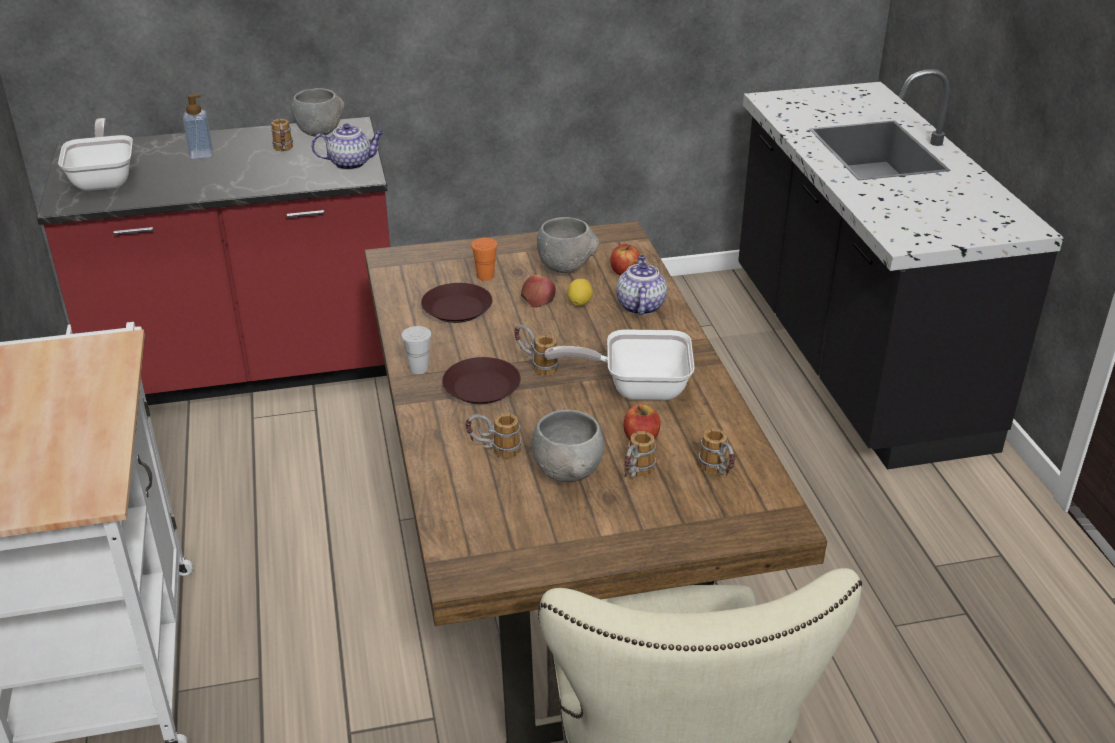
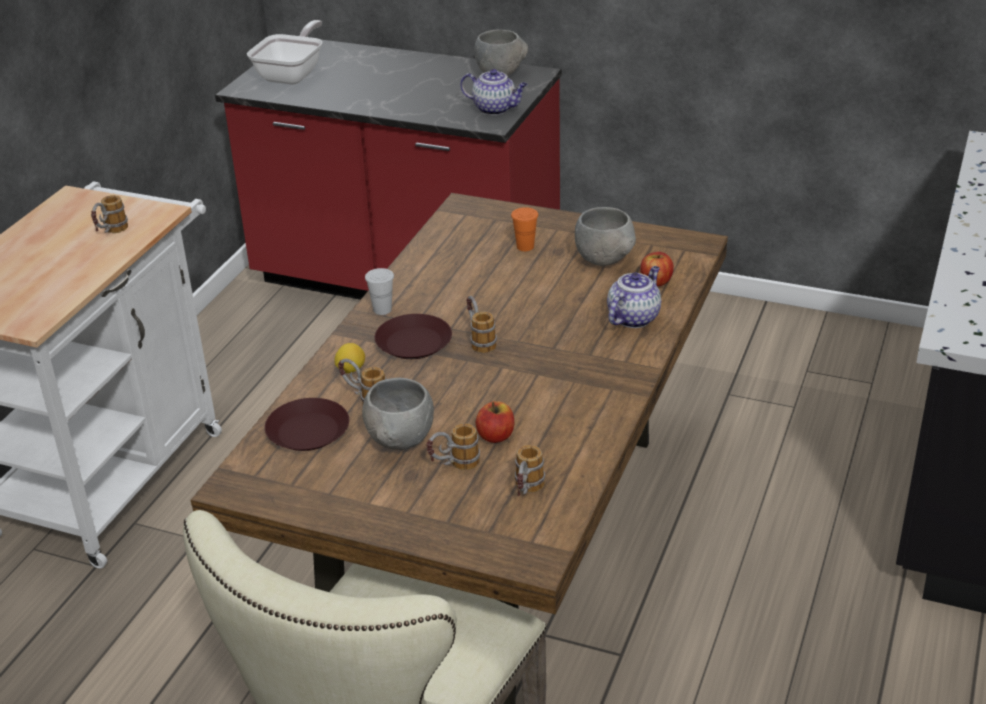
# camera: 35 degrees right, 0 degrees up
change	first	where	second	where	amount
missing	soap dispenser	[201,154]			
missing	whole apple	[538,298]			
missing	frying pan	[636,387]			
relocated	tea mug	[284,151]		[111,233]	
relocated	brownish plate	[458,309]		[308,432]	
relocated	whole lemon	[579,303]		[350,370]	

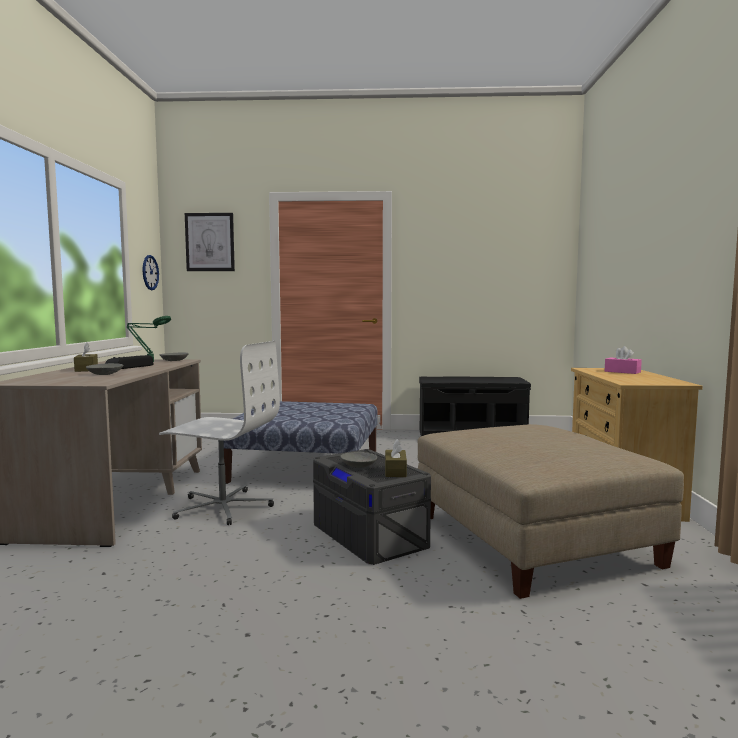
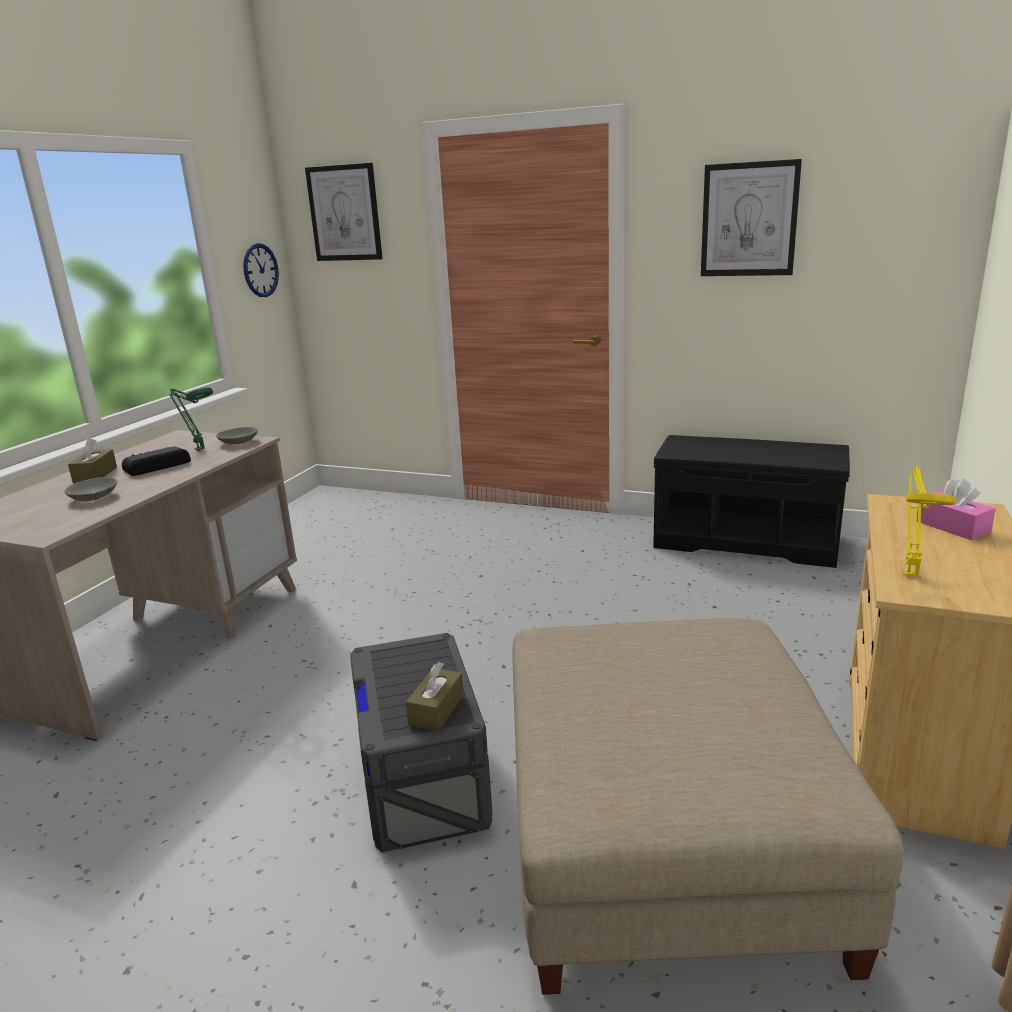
# camera: 20 degrees right, 15 degrees up
change	first	where	second	where	amount
missing	white office chair	[223,507]			
missing	pouffe	[305,467]			
missing	greyish deep dish	[359,465]			
appeared			picture	[749,220]	
appeared			yellow-coloured lamp for a table	[910,573]	

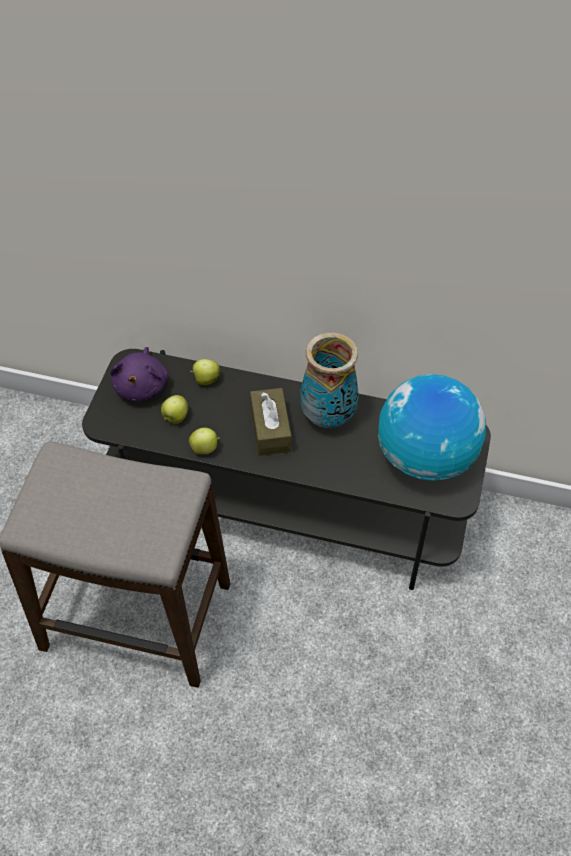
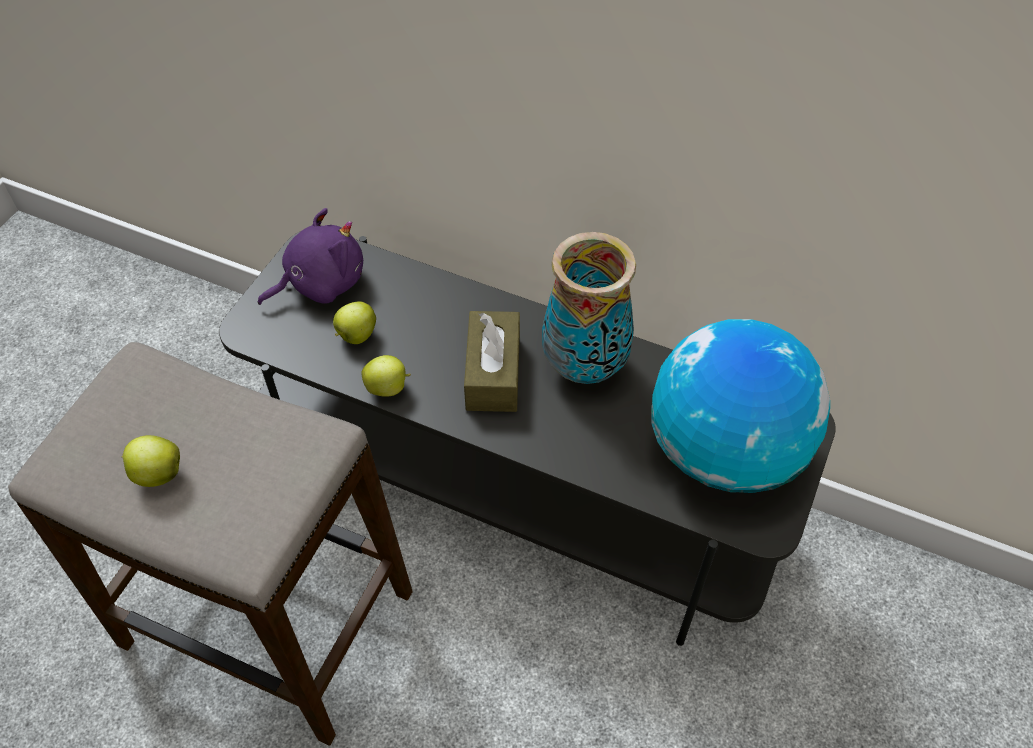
# camera: 10 degrees right, 0 degrees up
change	first	where	second	where	amount
relocated	whole apple	[205,380]		[157,474]	
spun	purple cuddly toy	[142,385]		[320,283]	135 degrees counterclockwise

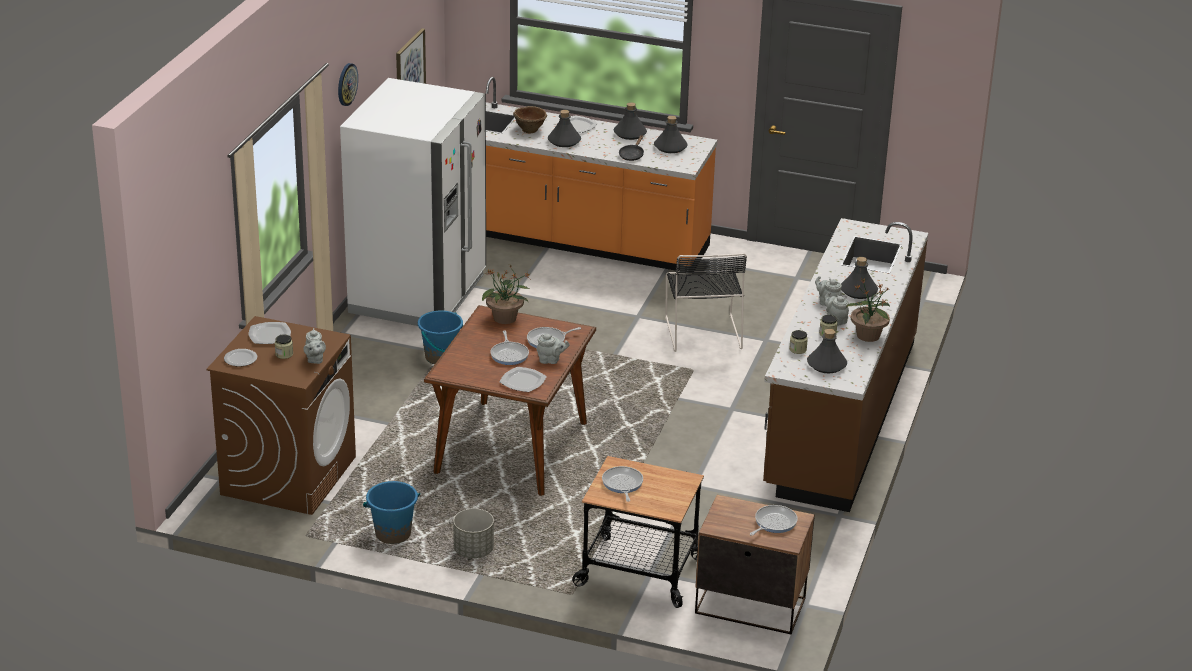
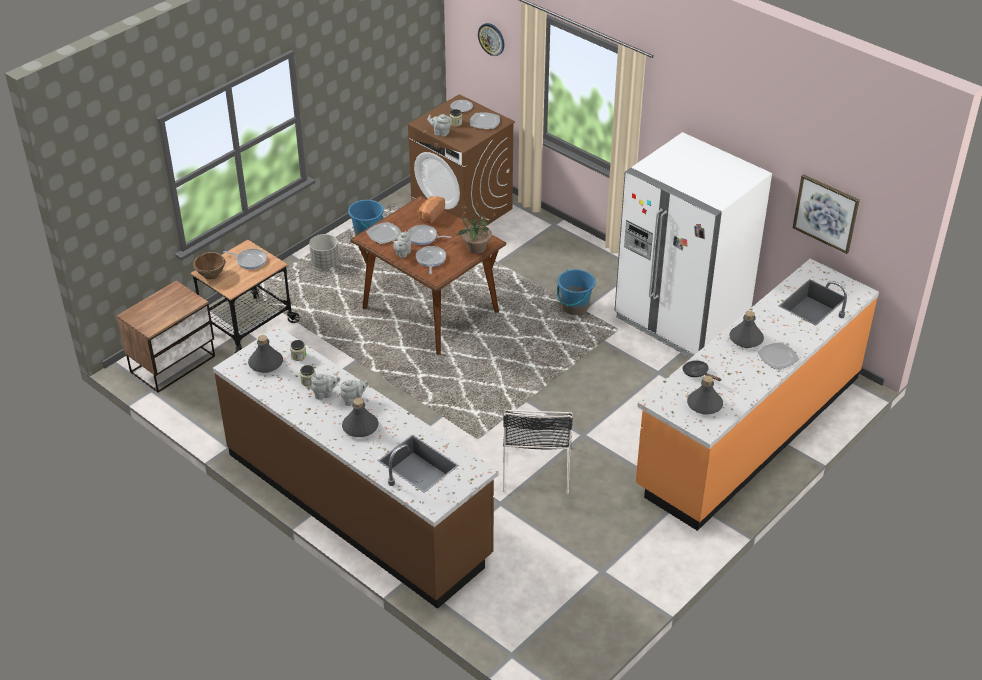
# camera: 115 degrees right, 10 degrees up
change	first	where	second	where	amount
missing	greyish bottle	[630,133]			
missing	frying pan	[773,523]			
missing	plant in a pot	[867,336]			
appeared			baked bread	[430,215]	
relocated	wall clock	[346,84]		[491,39]	
relocated	brownish deep dish	[530,129]		[211,275]	
spun	blackish chair	[703,331]		[536,467]	105 degrees counterclockwise

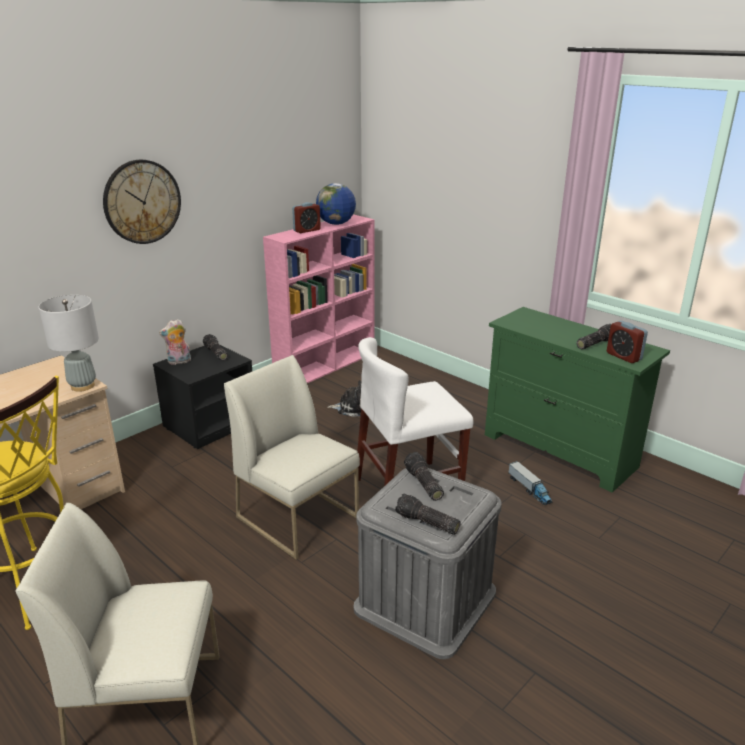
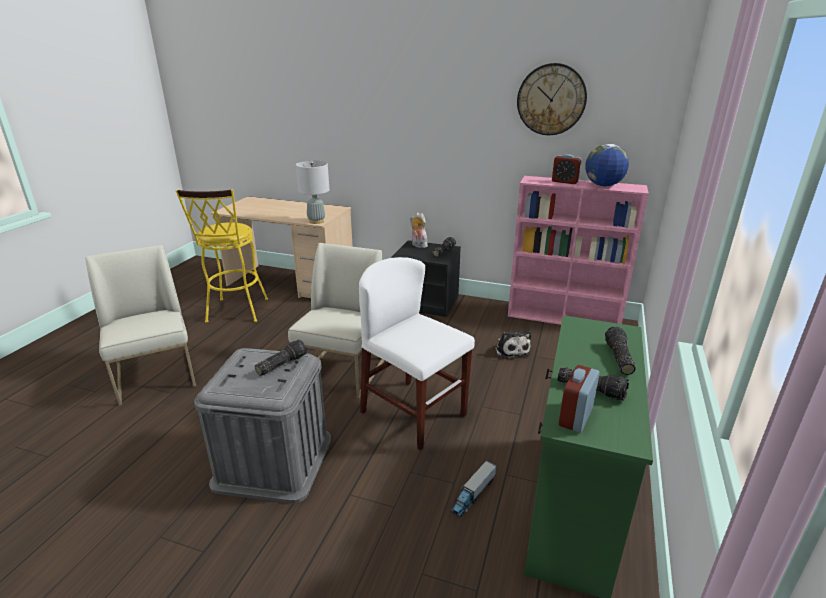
# camera: 65 degrees right, 0 degrees up
change	first	where	second	where	amount
relocated	wall clock	[142,202]		[551,99]	
relocated	hand torch	[426,523]		[617,358]	

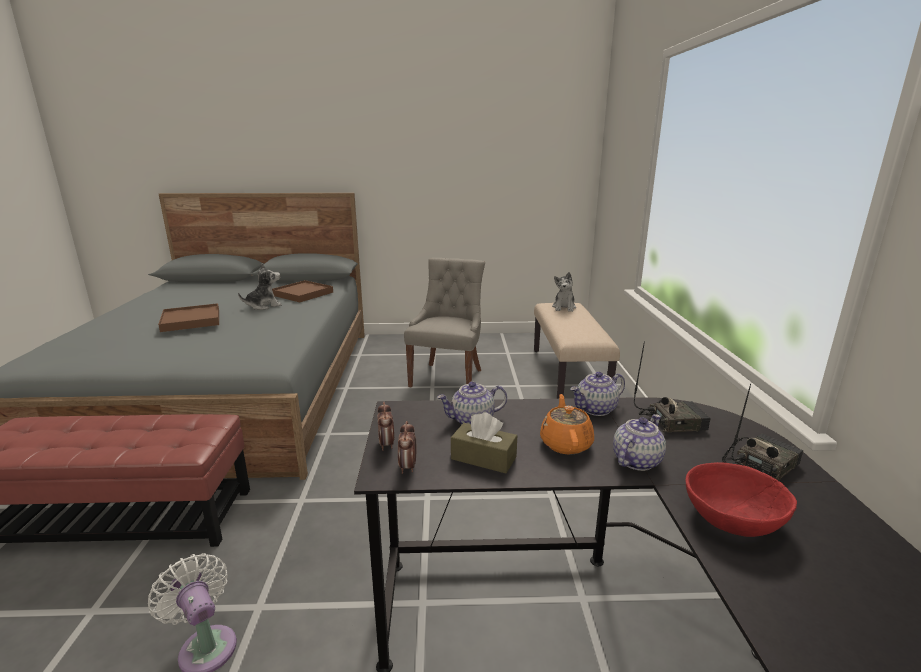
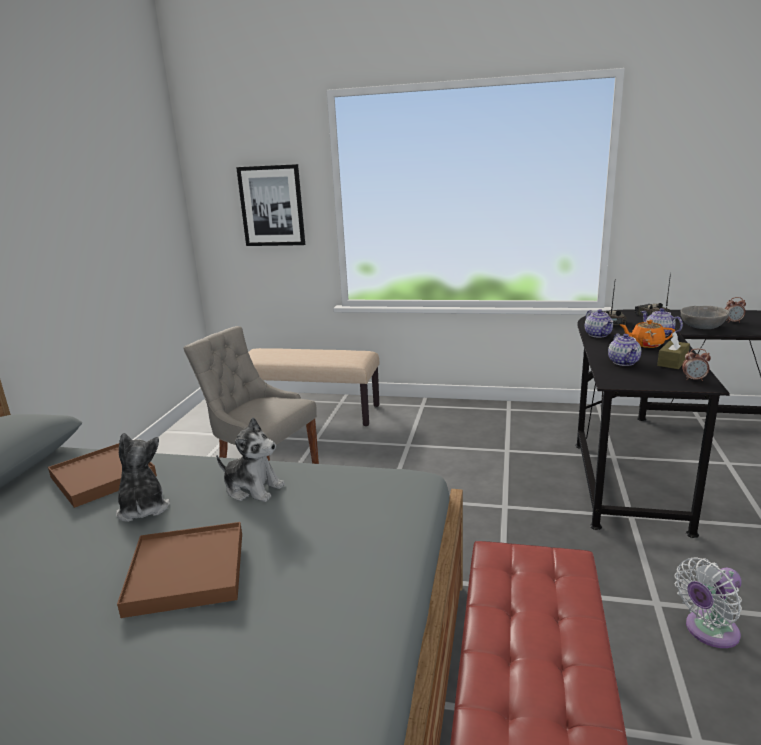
# camera: 75 degrees left, 0 degrees up
change	first	where	second	where	amount
appeared			picture	[272,206]	
relocated	bedside clock	[386,445]		[732,322]	
relocated	cuddly toy	[564,307]		[253,488]	
colour	red-coloured deep dish	[732,519]	greyish deep dish	[702,326]	

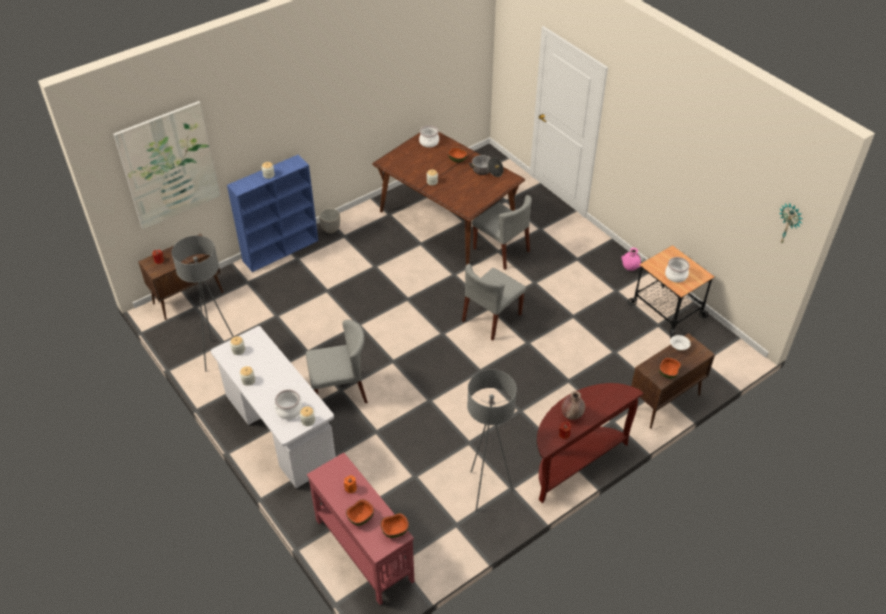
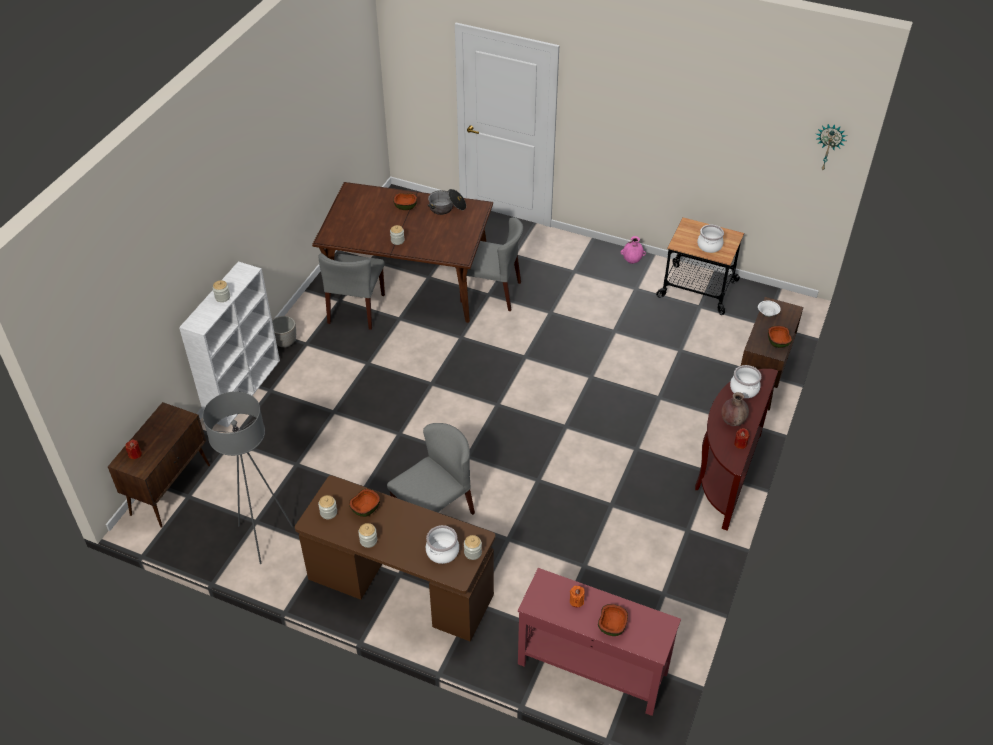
# camera: 30 degrees left, 0 degrees up
change	first	where	second	where	amount
missing	picture	[169,165]			
missing	greyish standing lamp	[486,490]			
relocated	deep dish	[395,530]		[365,508]	
relocated	cooking pot	[429,142]		[744,389]	
relocated	greyish chair	[491,318]		[356,309]	
colour	white desk unit	[279,430]	brownish desk unit	[400,588]	
colour	bluish shelving unit	[281,250]	white shelving unit	[243,388]	

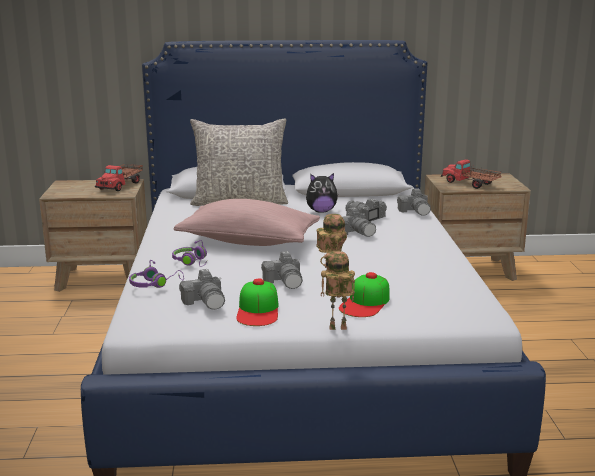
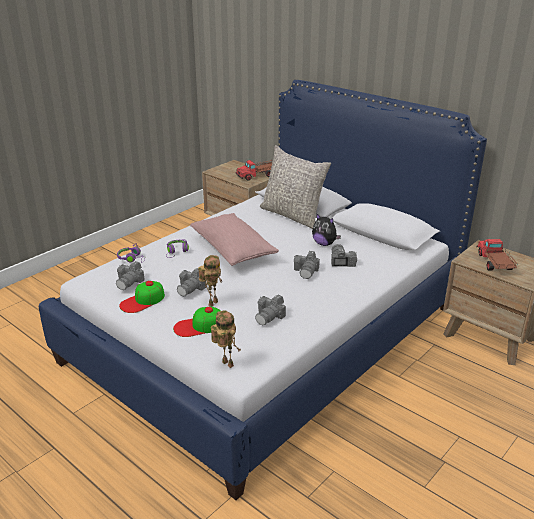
# camera: 45 degrees right, 10 degrees up
change	first	where	second	where	amount
relocated	robot figure	[336,329]		[225,364]	
relocated	still camera	[415,211]		[269,316]	

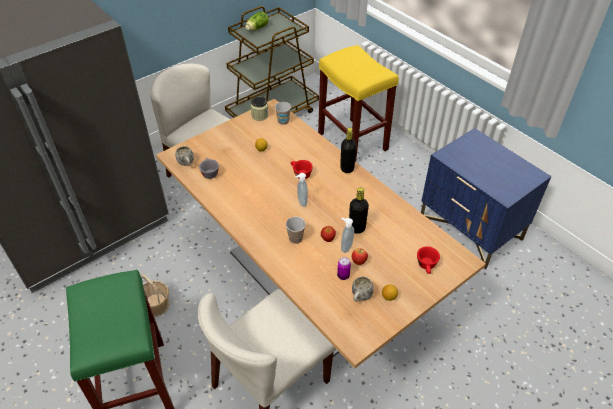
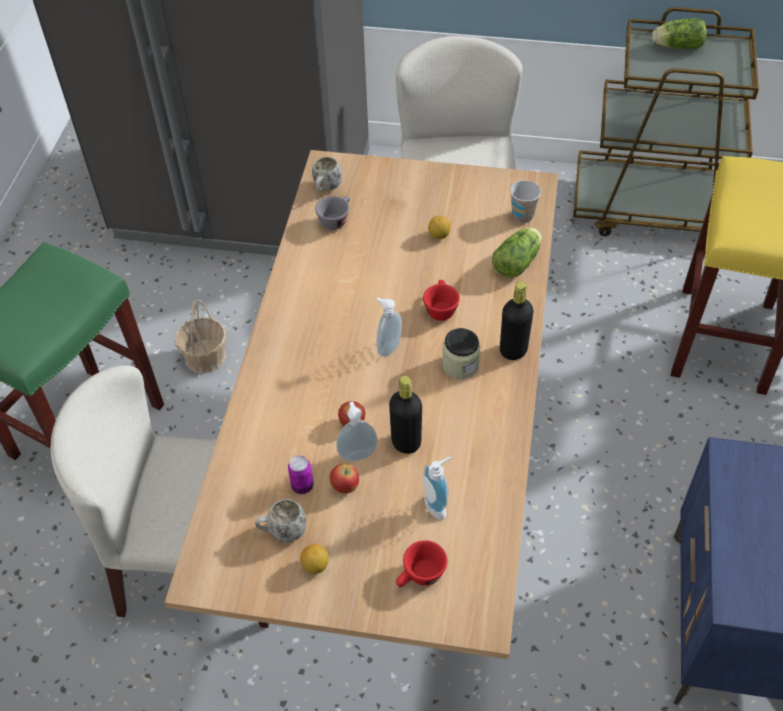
# camera: 50 degrees right, 5 degrees up
change	first	where	second	where	amount
missing	small cup	[295,238]			
appeared			soap dispenser	[438,505]	
appeared			lettuce	[518,261]	
relocated	storage jar	[260,115]		[460,365]	

